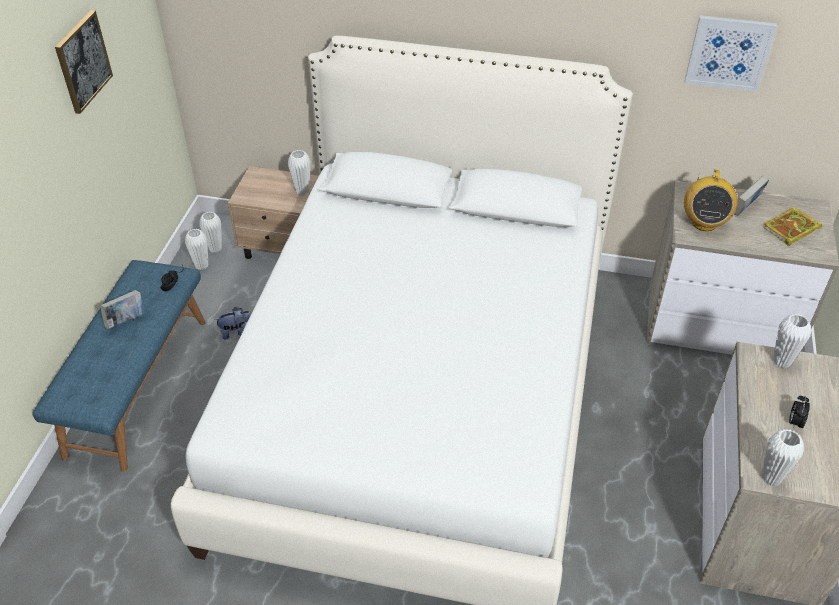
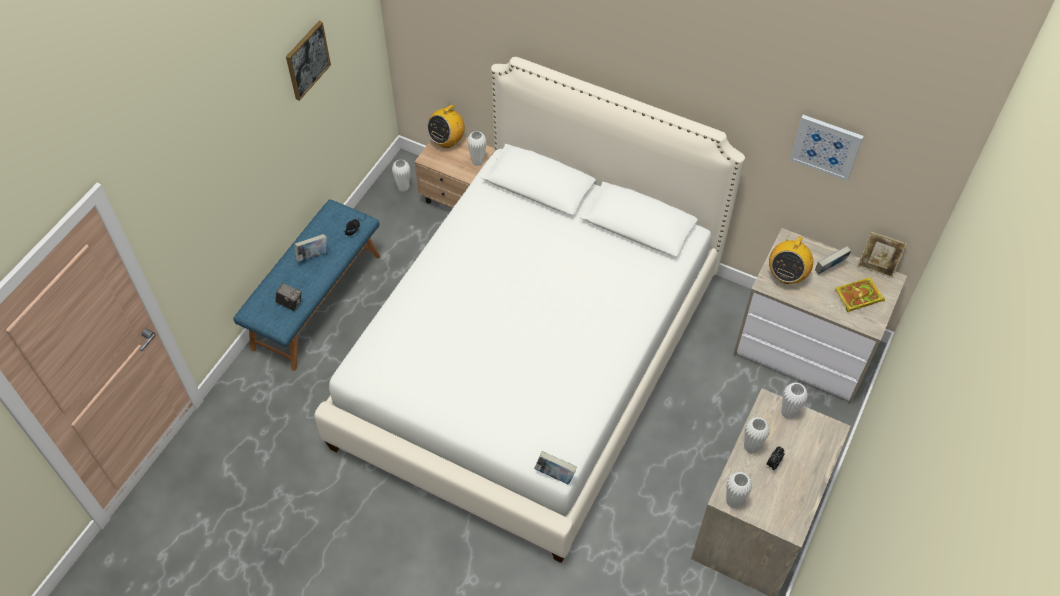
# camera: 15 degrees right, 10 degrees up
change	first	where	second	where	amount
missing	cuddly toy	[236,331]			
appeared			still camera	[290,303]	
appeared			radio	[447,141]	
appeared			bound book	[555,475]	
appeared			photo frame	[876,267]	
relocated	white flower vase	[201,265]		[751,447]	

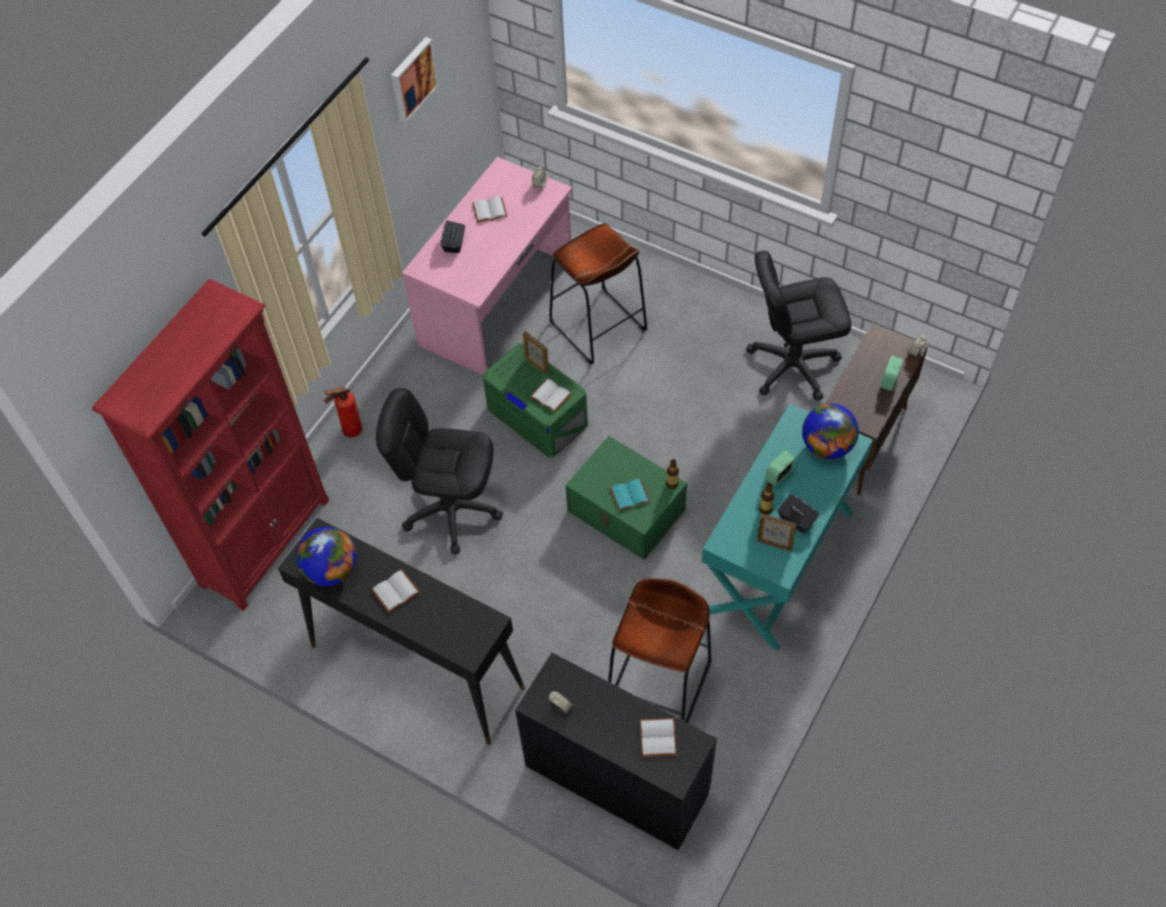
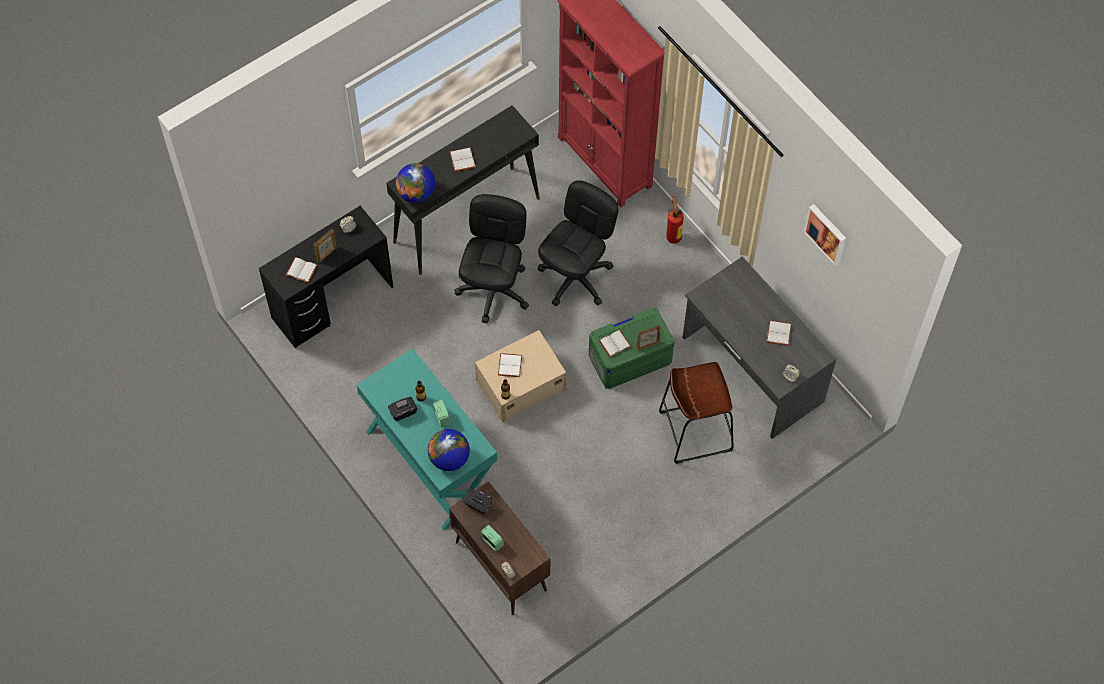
# camera: 110 degrees right, 5 degrees up
change	first	where	second	where	amount
missing	brownish sitting stool	[659,684]			
relocated	globe	[331,570]		[416,193]	
relocated	blackish tissue holder	[454,243]		[478,505]	
relocated	blackish office chair	[792,365]		[494,290]	
relocated	photo frame	[774,543]		[327,254]	
colour	pink desk unit	[498,303]	greyish desk unit	[751,370]	
colour	green-coloured storage container	[627,511]	beige storage container	[520,384]	
colour	turquoise-coloured bound book	[629,496]	white bound book	[509,365]	

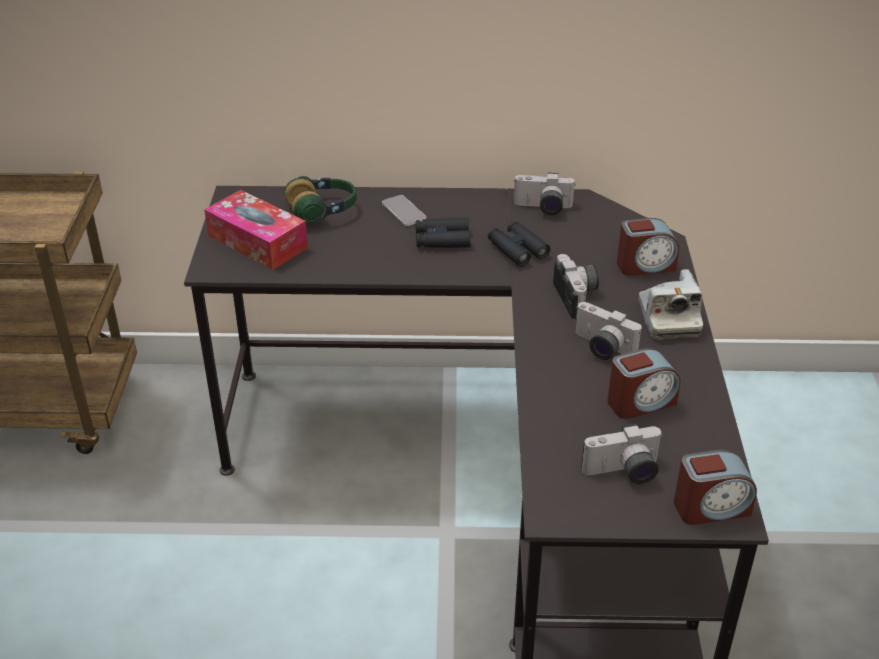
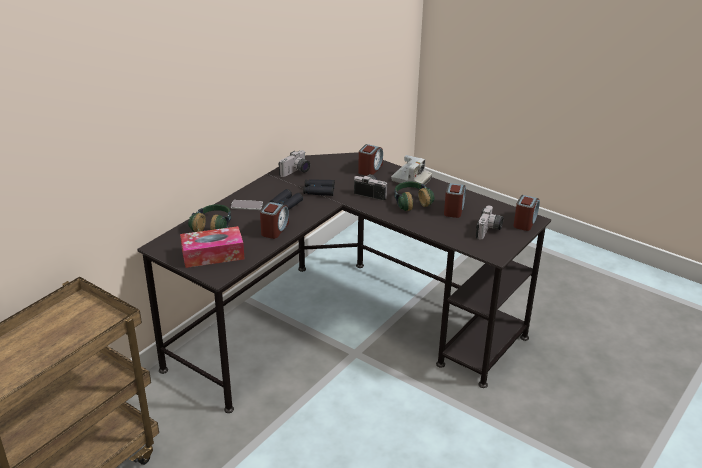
# camera: 55 degrees left, 5 degrees down
change	first	where	second	where	amount
appeared			bedside clock	[274,229]	
exchanged	still camera	[601,348]	pair of headphones	[411,202]	

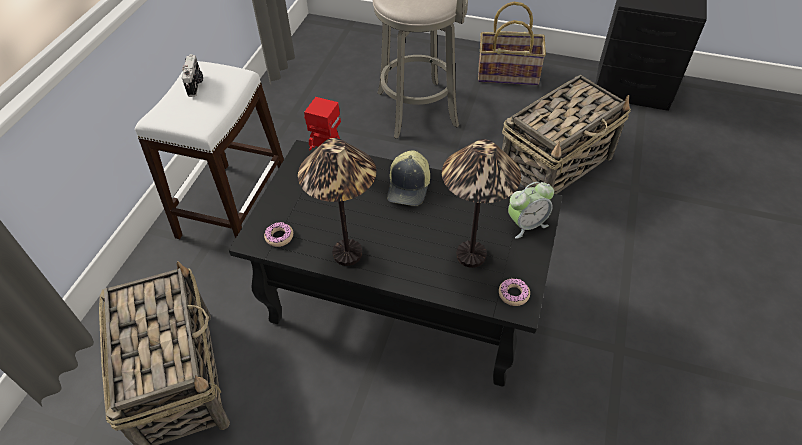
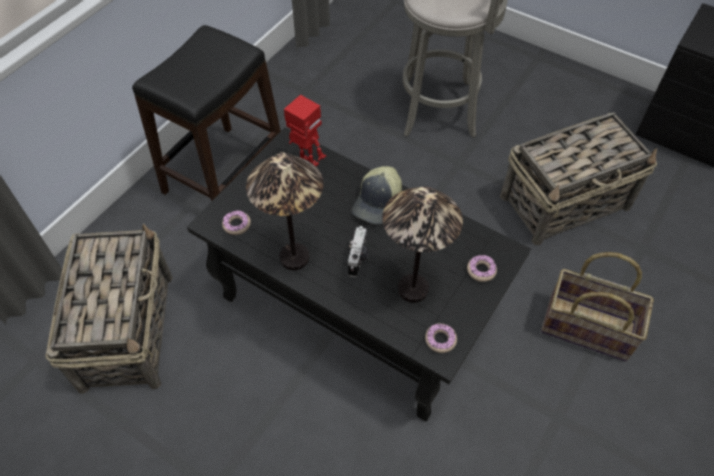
# camera: 15 degrees right, 5 degrees up
change	first	where	second	where	amount
relocated	still camera	[196,84]		[358,259]	
relocated	household basket	[508,73]		[588,327]	
exchanged	bedside clock	[526,224]	doughnut	[481,270]	
colour	white sitting stool	[233,207]	blackish sitting stool	[224,174]	

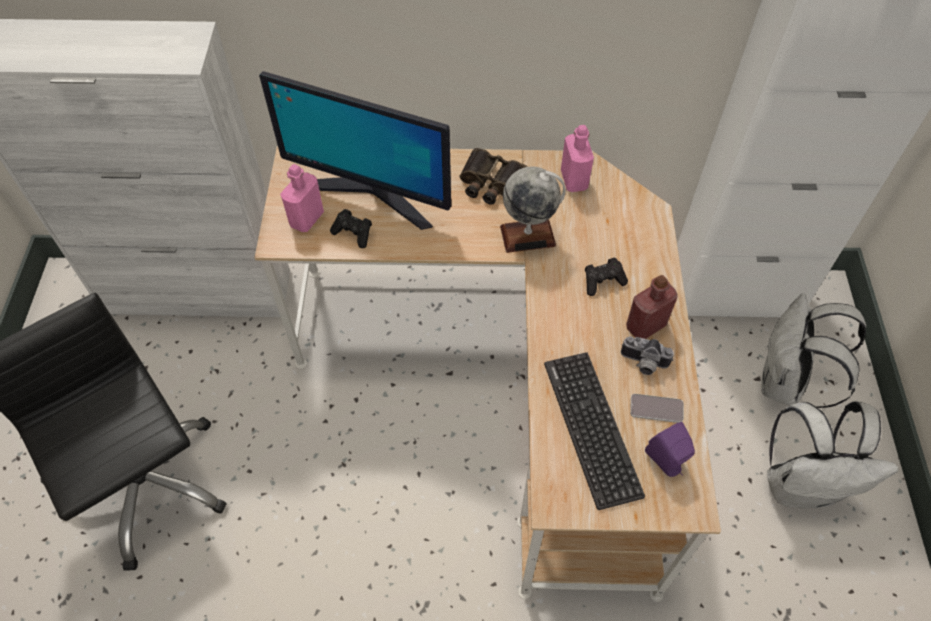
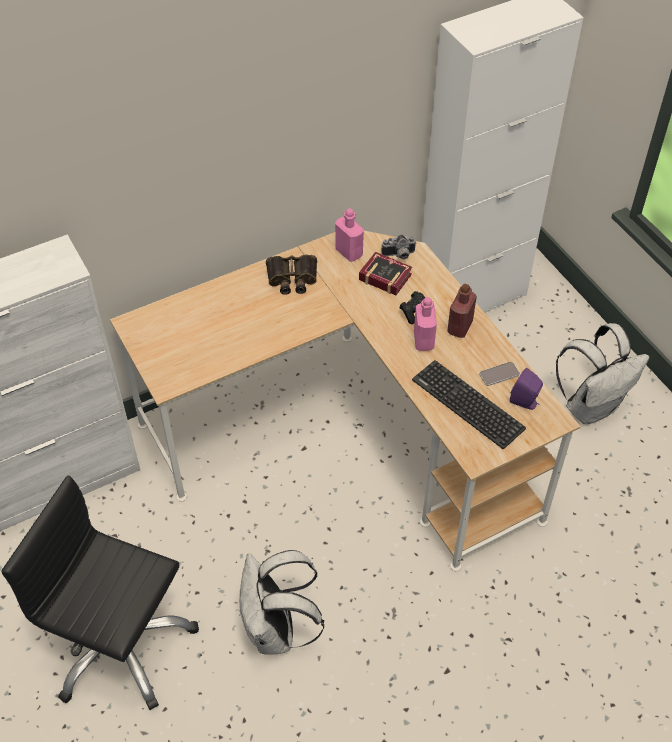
# camera: 30 degrees left, 5 degrees down
change	first	where	second	where	amount
missing	computer display	[369,193]			
missing	blackish gamepad	[353,233]			
missing	globe	[528,235]			
appeared			bound book	[384,275]	
relocated	pink bottle	[307,219]		[423,340]	
relocated	still camera	[643,364]		[399,255]	
relocated	white knapsack	[785,384]		[276,631]	

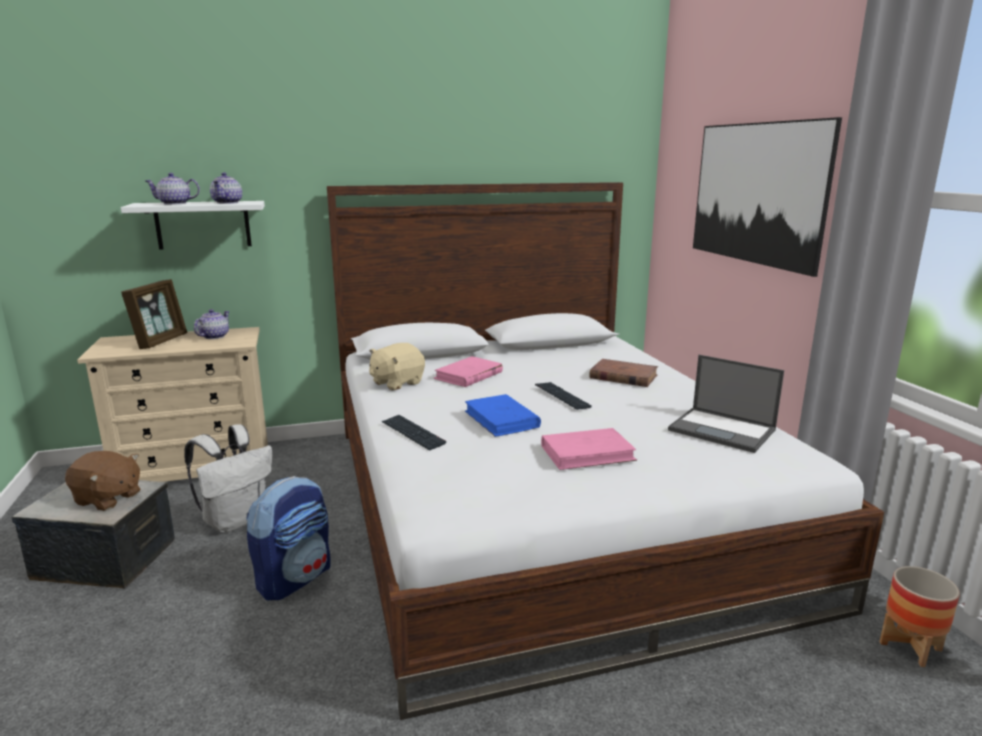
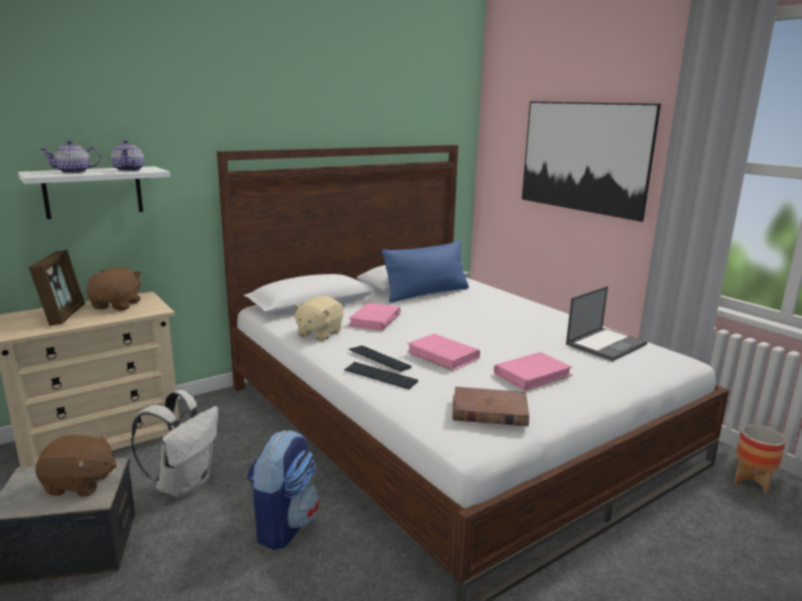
# camera: 20 degrees left, 0 degrees up
change	first	where	second	where	amount
appeared			bluish cushion	[426,293]	
relocated	keyboard	[562,396]		[379,359]	
relocated	brownish bound book	[623,376]		[489,411]	
exchanged	teapot	[214,336]	brownish cuddly toy	[117,305]	
colour	bluish bound book	[501,419]	pink bound book	[443,355]	
spun	laptop	[723,430]		[606,344]	60 degrees counterclockwise

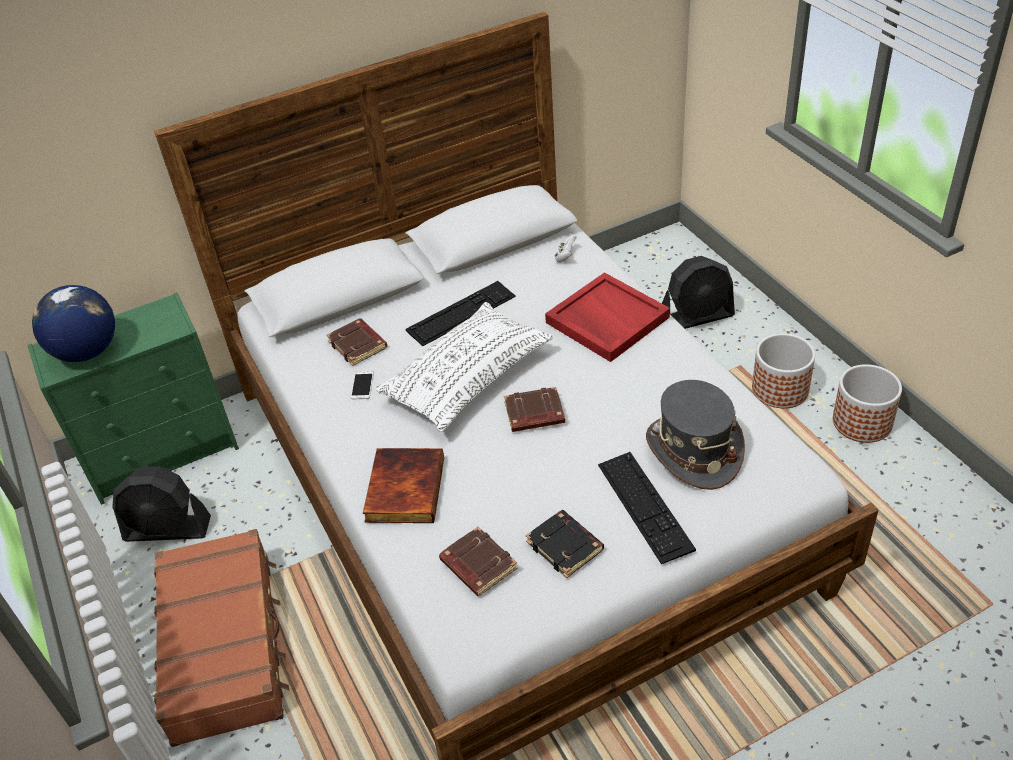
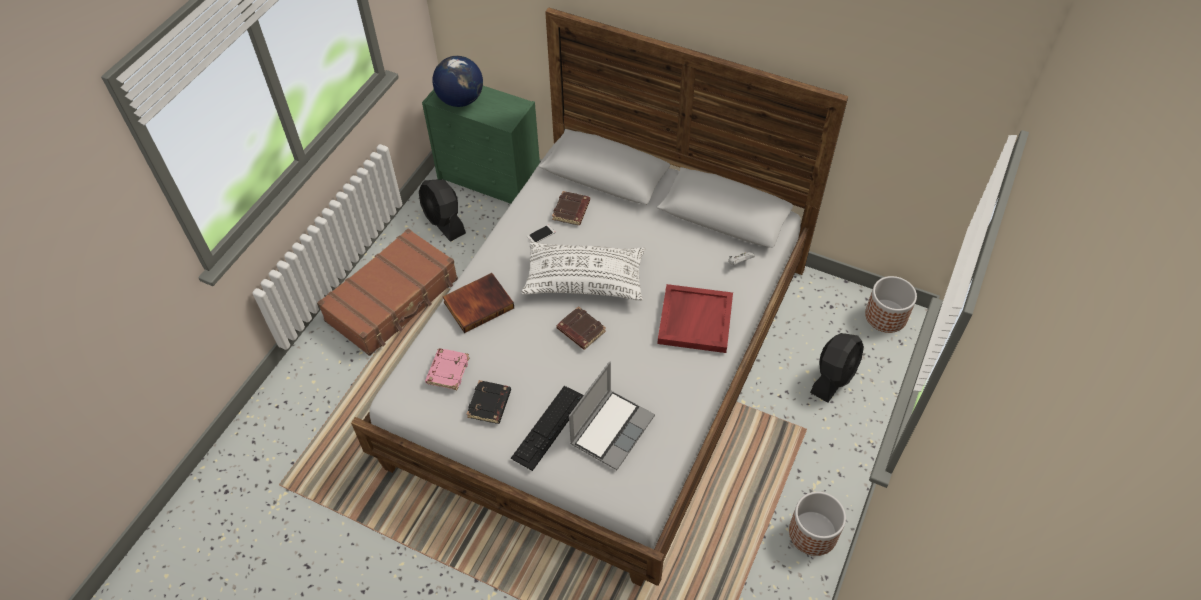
# camera: 50 degrees right, 10 degrees up
change	first	where	second	where	amount
missing	keyboard	[461,313]			
relocated	flower pot	[780,390]		[886,316]	
exchanged	greyish clothing hat	[693,451]	laptop	[612,429]	
colour	brownish bound book	[477,565]	pink bound book	[447,370]	
spun	blackish fan	[696,317]		[833,377]	90 degrees counterclockwise

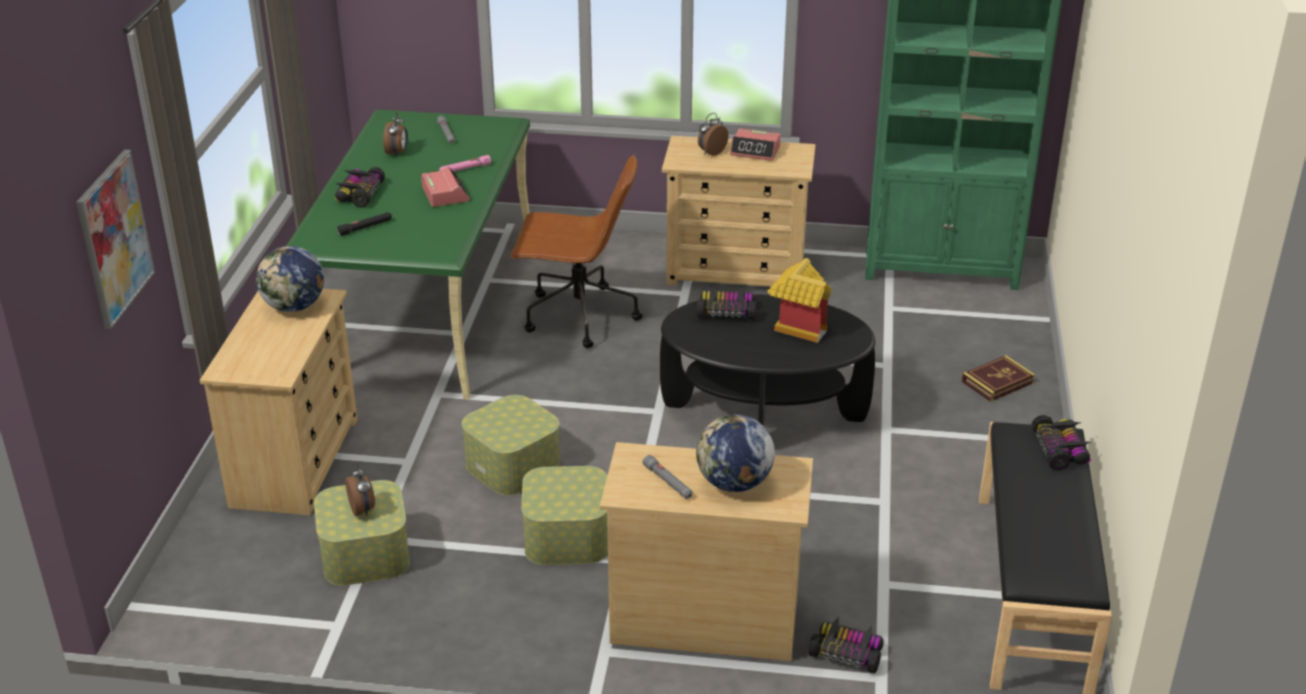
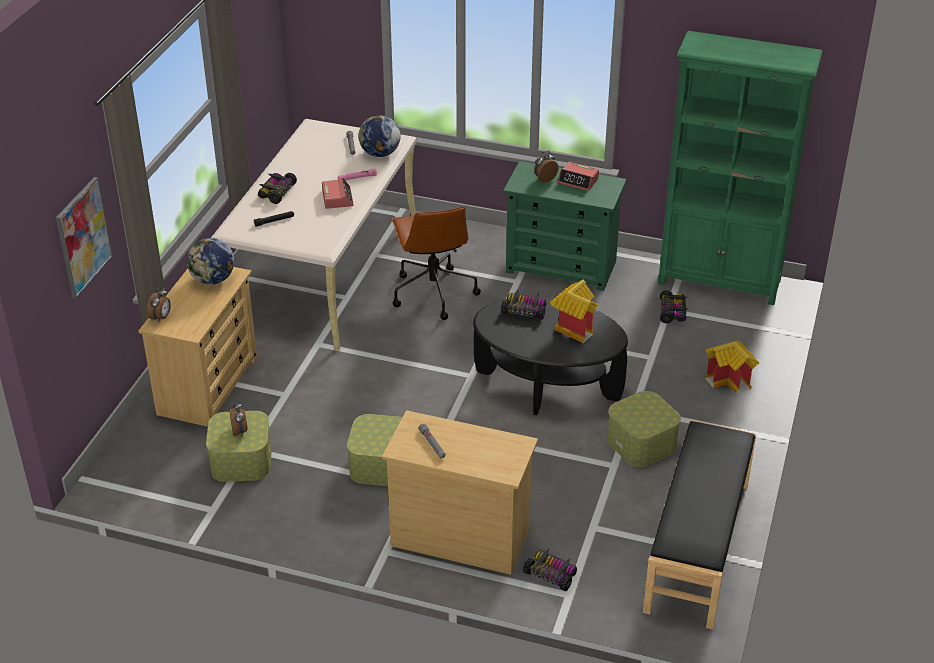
# camera: 10 degrees right, 5 degrees up
change	first	where	second	where	amount
relocated	bedside clock	[397,153]		[161,317]	
relocated	storage container	[513,465]		[641,443]	
relocated	globe	[733,483]		[379,154]	
relocated	toy car	[1061,450]		[673,312]	
exchanged	bound book	[997,382]	miniature house	[730,380]	
colour	green-coloured desk unit	[425,305]	beige desk unit	[324,271]	
colour	beige drawer chest	[736,271]	green-coloured drawer chest	[561,267]	
spun	brownish office chair	[578,316]		[433,292]	60 degrees clockwise

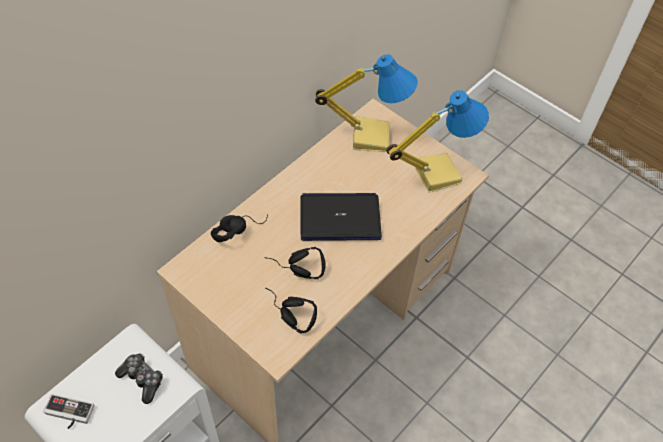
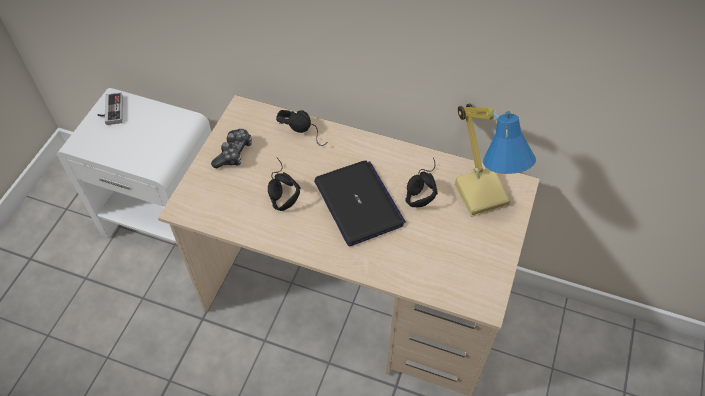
# camera: 70 degrees right, 0 degrees up
change	first	where	second	where	amount
missing	lamp for a table	[436,173]			
relocated	gamepad	[142,379]		[234,153]	
relocated	blackish pair of headphones	[287,314]		[420,186]	

